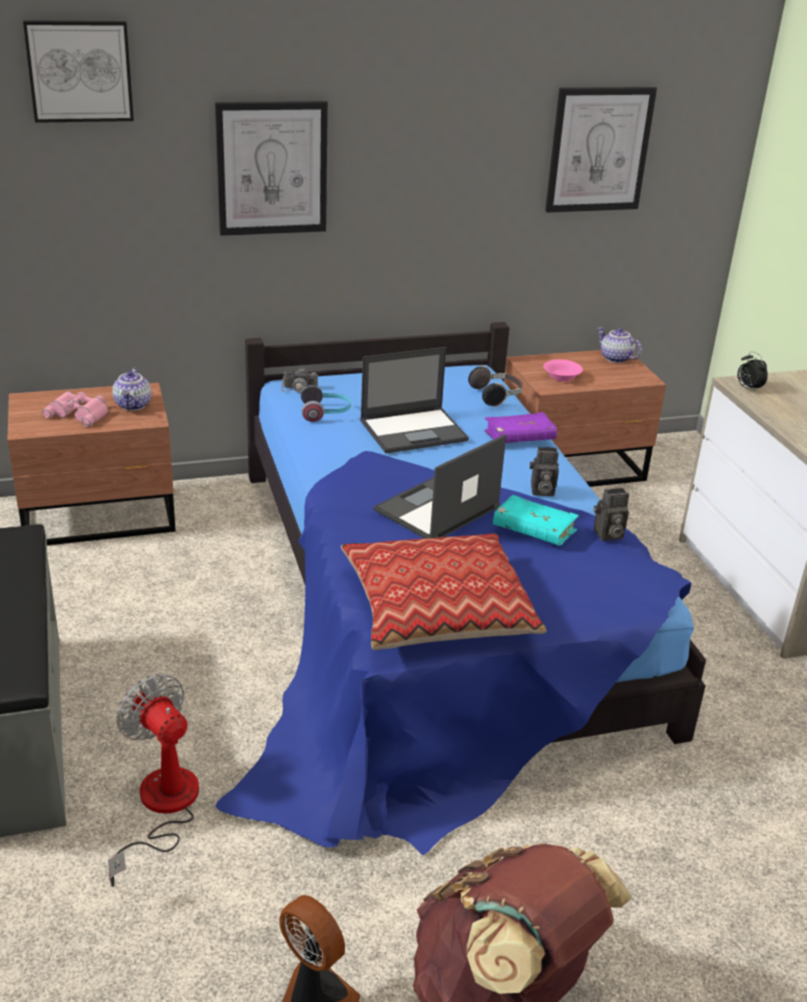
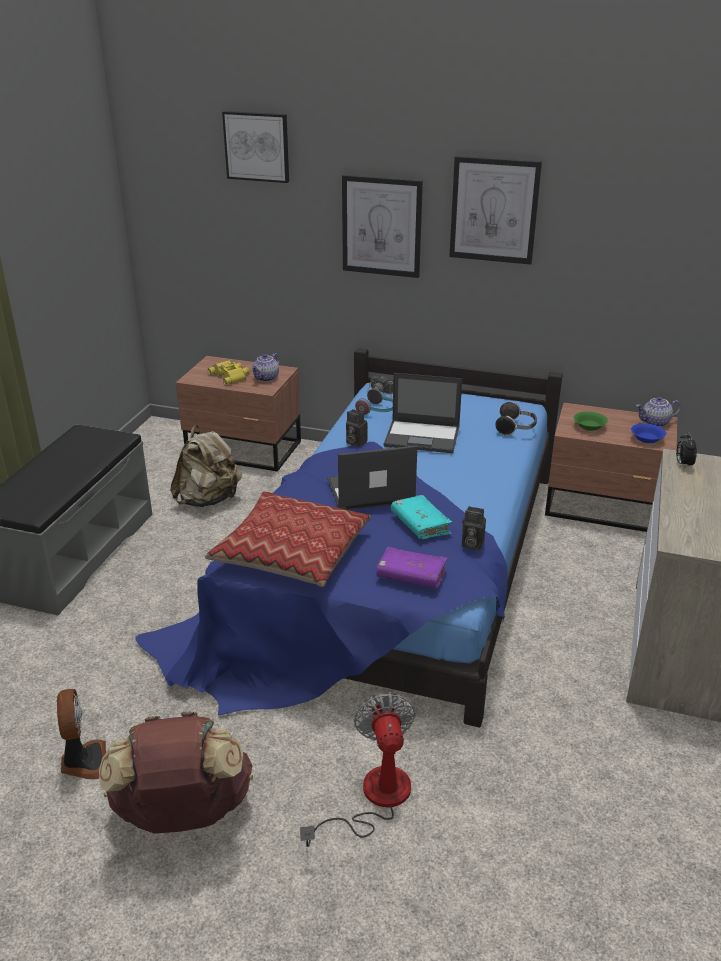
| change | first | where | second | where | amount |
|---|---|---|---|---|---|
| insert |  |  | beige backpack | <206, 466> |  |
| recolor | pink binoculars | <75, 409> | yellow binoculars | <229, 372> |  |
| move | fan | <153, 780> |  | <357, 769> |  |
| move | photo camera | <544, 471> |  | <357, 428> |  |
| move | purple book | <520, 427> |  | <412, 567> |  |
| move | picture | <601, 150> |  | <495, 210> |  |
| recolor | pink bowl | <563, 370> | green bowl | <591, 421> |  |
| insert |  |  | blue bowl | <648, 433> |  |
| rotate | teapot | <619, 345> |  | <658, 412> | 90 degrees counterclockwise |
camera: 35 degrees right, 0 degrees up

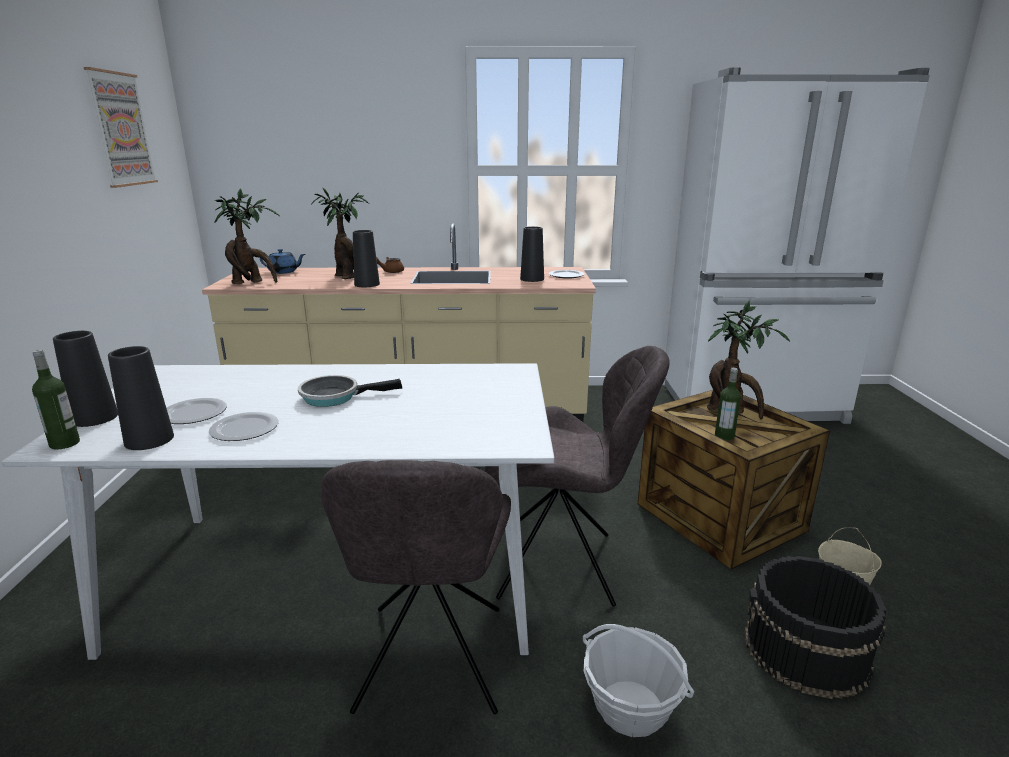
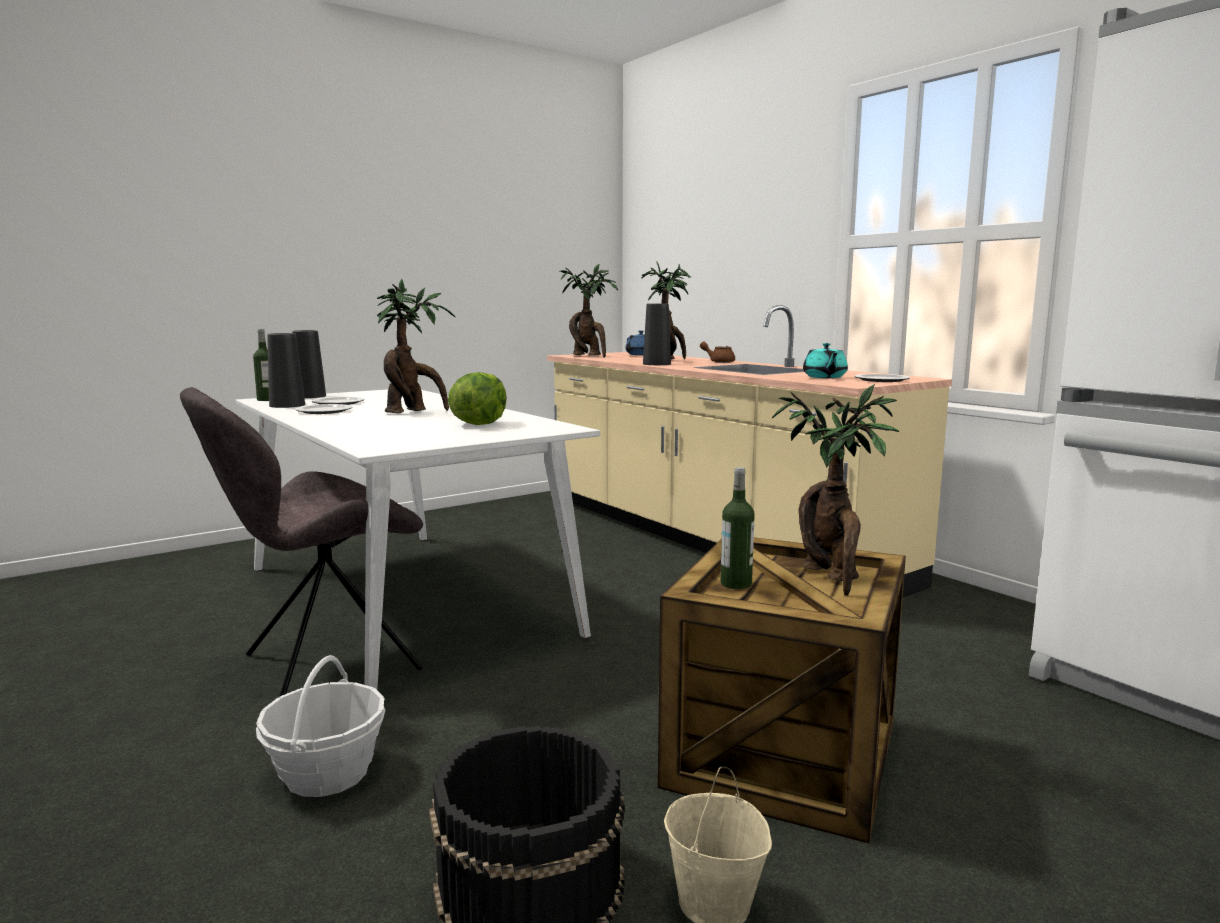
| change | first | where | second | where | amount |
|---|---|---|---|---|---|
| replace | frying pan | <350, 391> | potted plant | <416, 346> |  |
| insert |  |  | lettuce | <477, 398> |  |
| replace | black vase | <532, 254> | turquoise teapot | <825, 360> |  |
| delete | picture | <121, 127> |  |  |  |
| delete | grey chair | <577, 476> |  |  |  |
camera: 55 degrees right, 10 degrees down

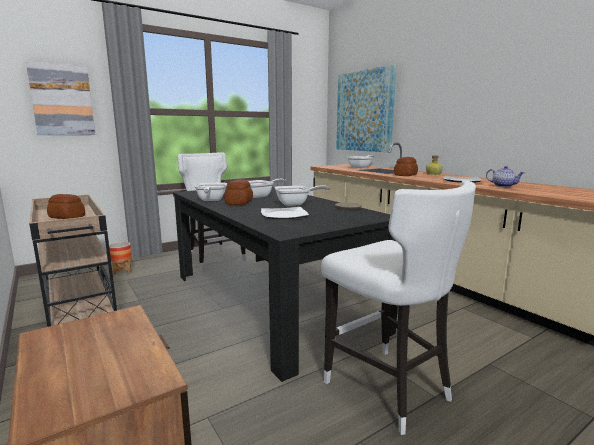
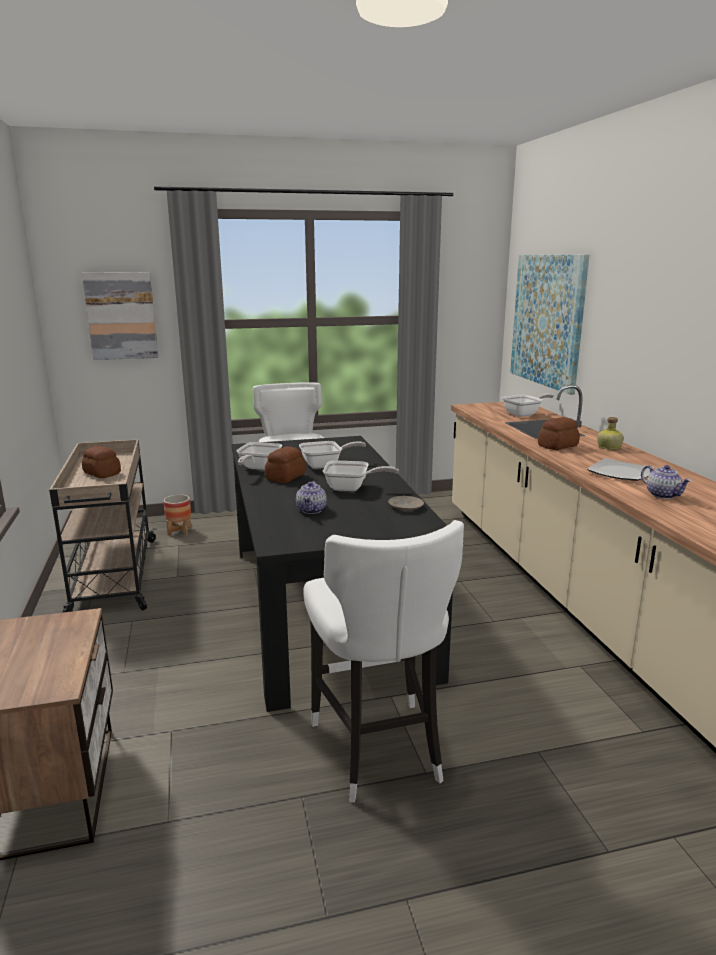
| change | first | where | second | where | amount |
|---|---|---|---|---|---|
| replace | plate | <285, 213> | teapot | <311, 497> |  |
camera: 20 degrees right, 5 degrees up

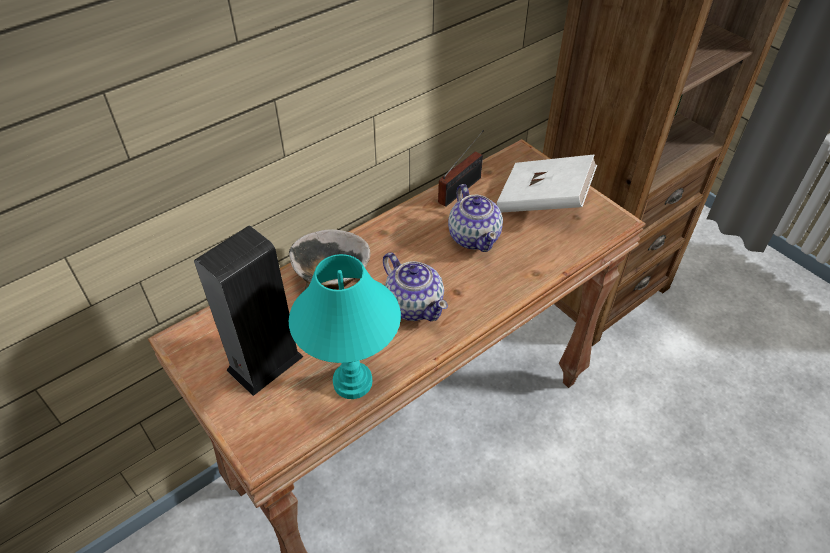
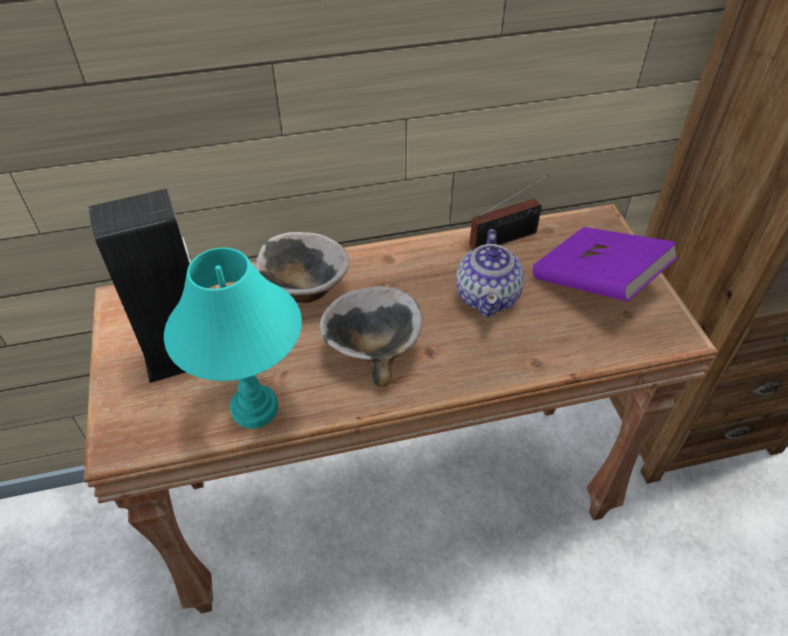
| change | first | where | second | where | amount |
|---|---|---|---|---|---|
| replace | teapot | <415, 286> | bowl | <371, 336> |  |
| recolor | white book | <547, 183> | purple book | <605, 264> |  |
camera: 25 degrees right, 0 degrees up

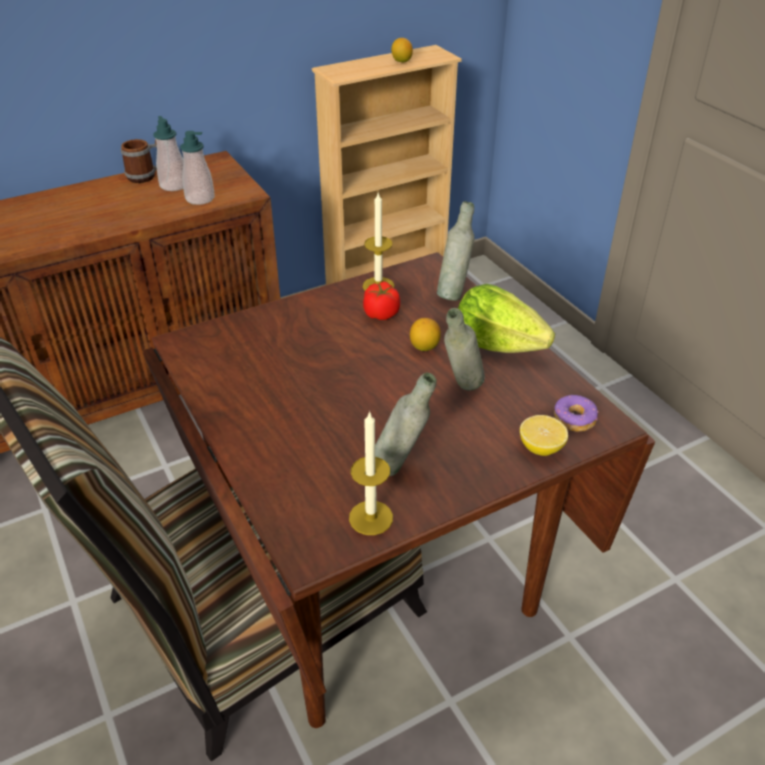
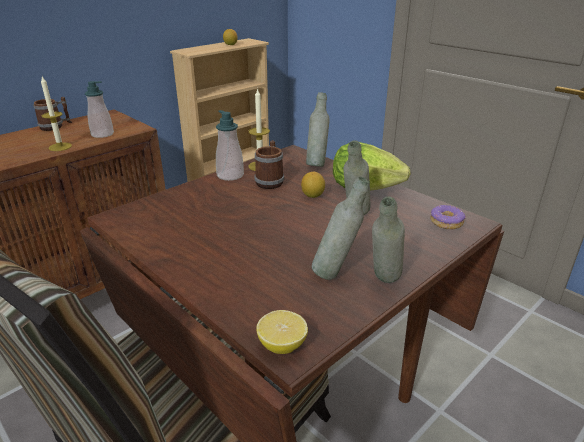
| change | first | where | second | where | amount |
|---|---|---|---|---|---|
| move | candle | <371, 473> |  | <56, 114> |  |
| move | soap dispenser | <168, 153> |  | <230, 145> |  |
| replace | tomato | <381, 300> | mug | <269, 164> |  |
| move | lemon | <544, 435> |  | <282, 332> |  |
| insert |  |  | grey bottle | <388, 240> |  |
camera: 15 degrees left, 10 degrees down

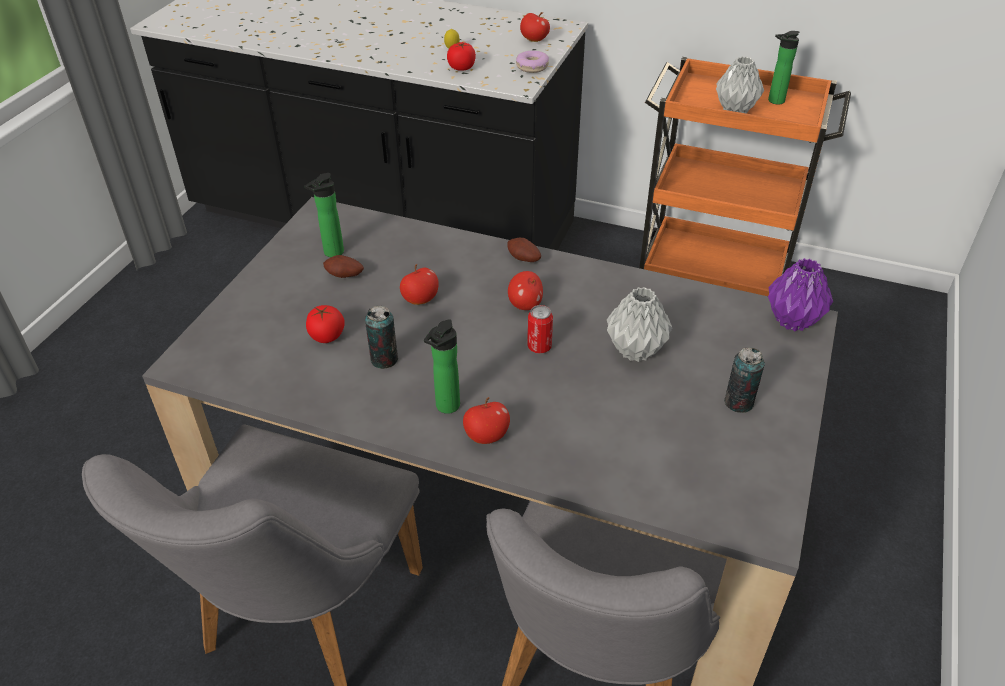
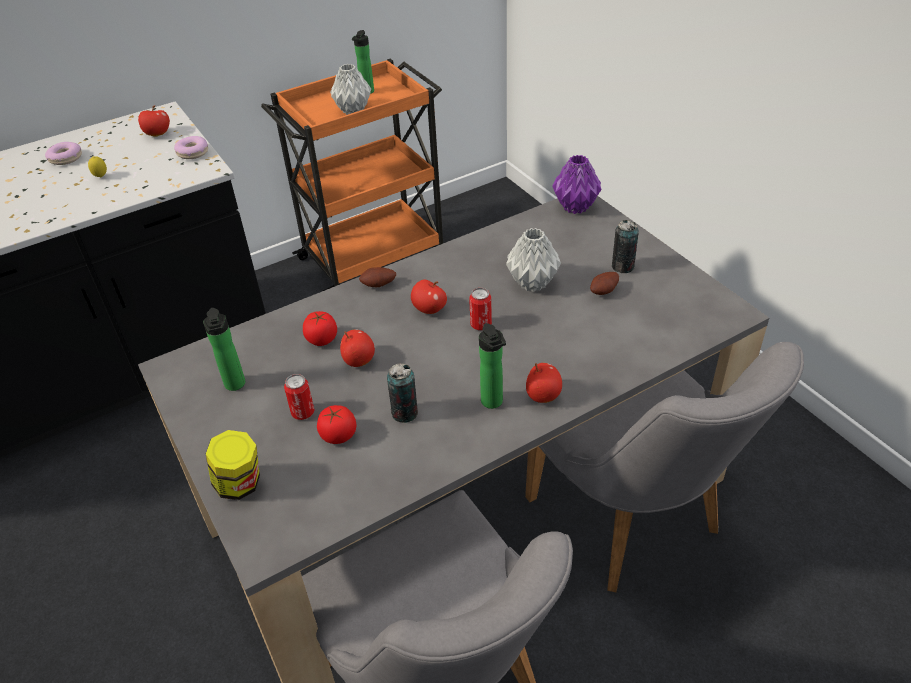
| change | first | where | second | where | amount |
|---|---|---|---|---|---|
| insert |  |  | donut | <63, 153> |  |
| insert |  |  | jar | <233, 465> |  |
| insert |  |  | can | <299, 397> |  |
| move | tomato | <461, 56> |  | <320, 328> |  |
| move | potato | <343, 266> |  | <604, 283> |  |
camera: 50 degrees left, 0 degrees up

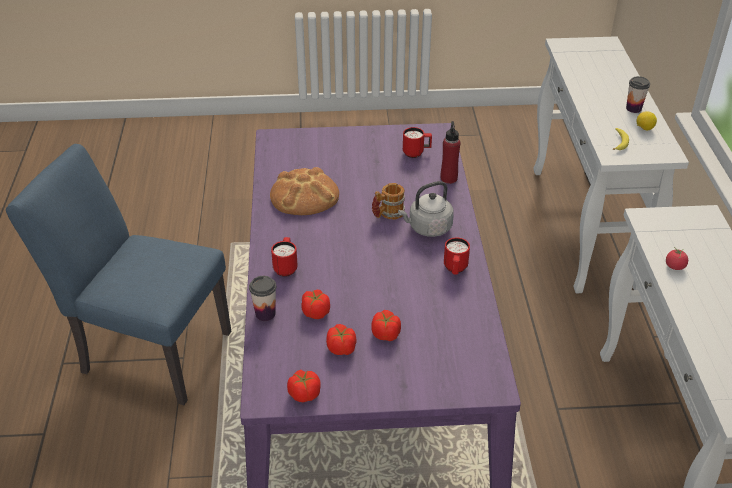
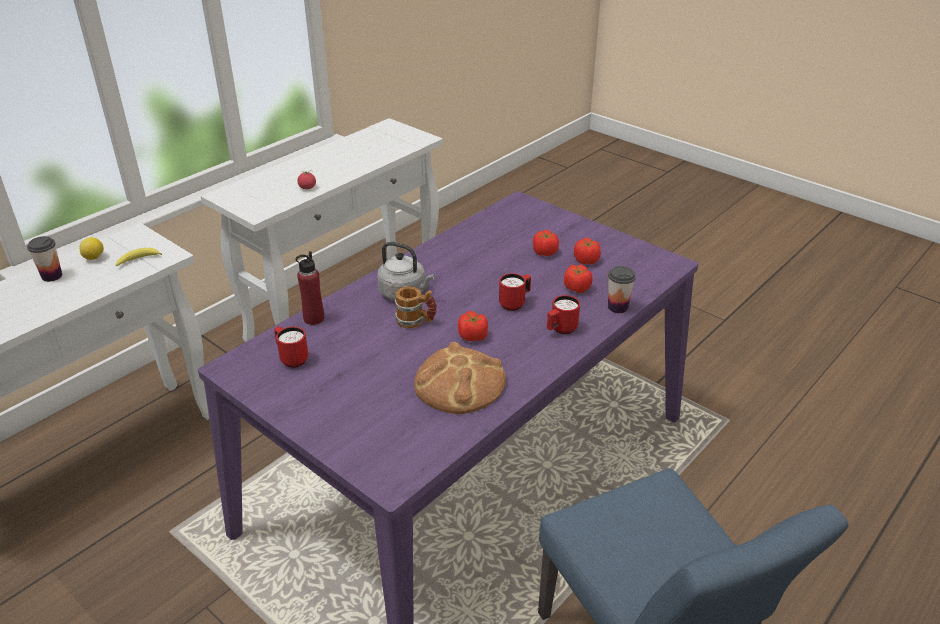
| change | first | where | second | where | amount |
|---|---|---|---|---|---|
| move | tomato | <303, 386> |  | <473, 326> |  |
| move | red mug | <457, 256> |  | <515, 292> |  |
camera: 135 degrees left, 5 degrees down

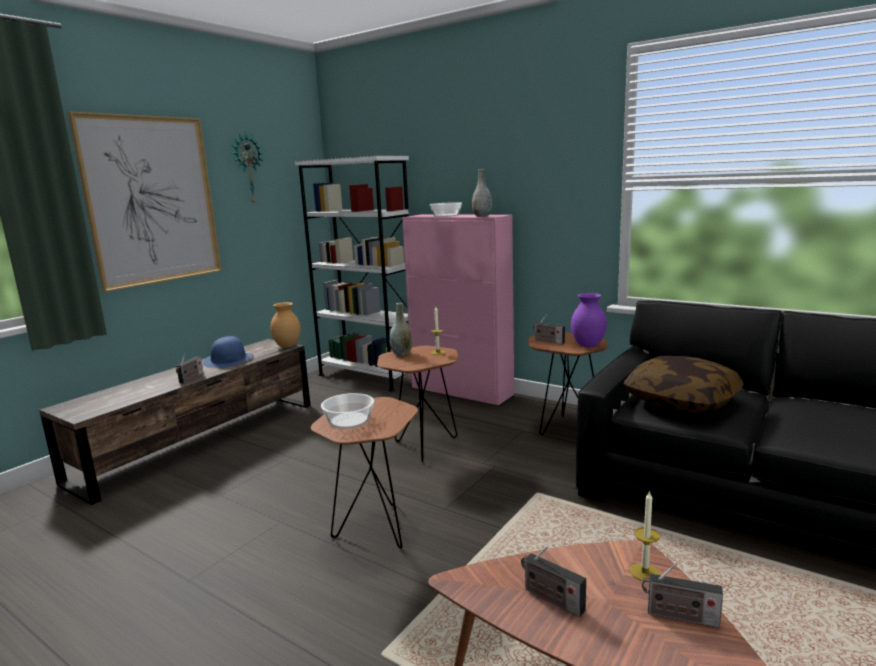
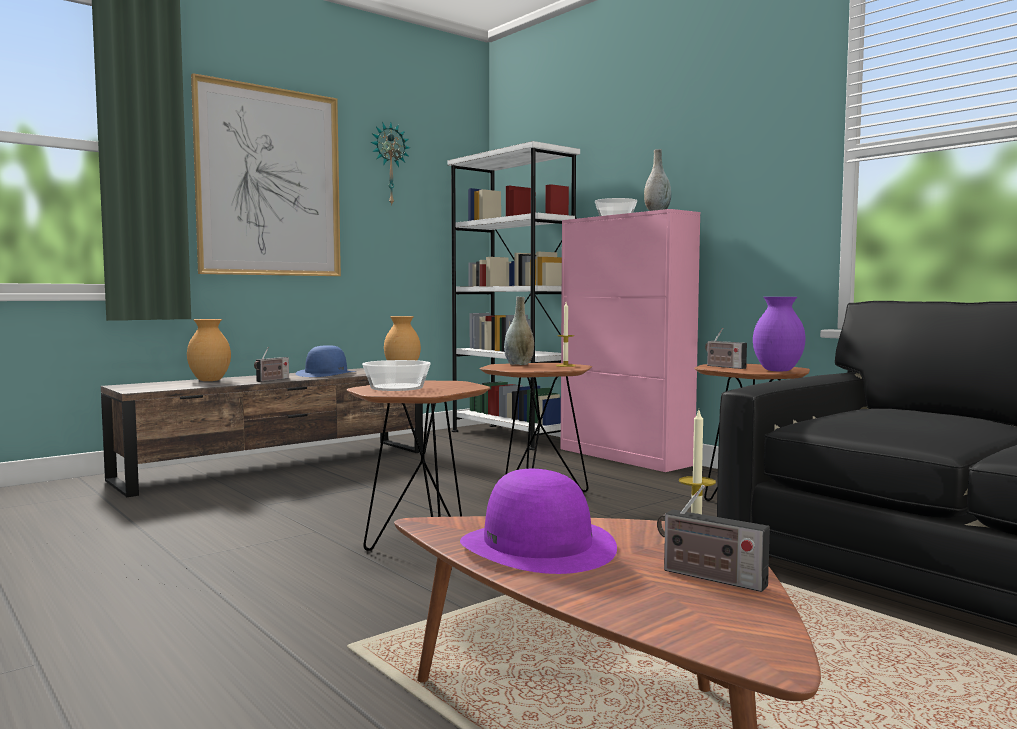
| change | first | where | second | where | amount |
|---|---|---|---|---|---|
| insert |  |  | brown vase | <209, 350> |  |
| replace | radio | <553, 581> | purple hat | <538, 521> |  |
| delete | pillow | <684, 384> |  |  |  |
camera: 15 degrees right, 10 degrees down

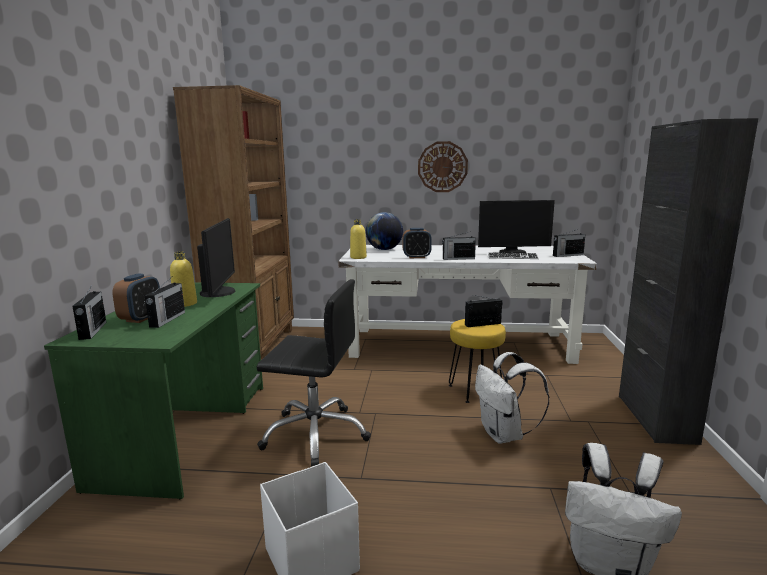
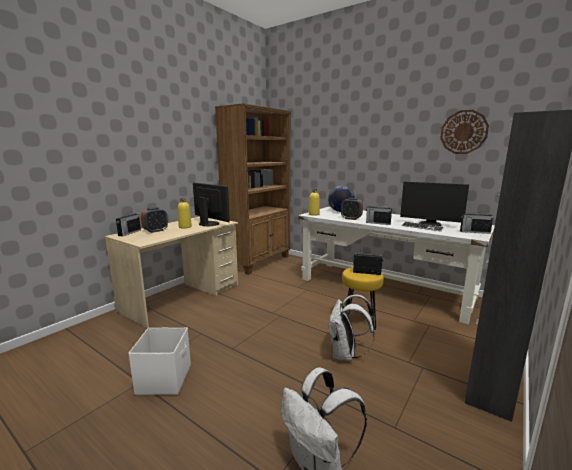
| change | first | where | second | where | amount |
|---|---|---|---|---|---|
| recolor | green desk | <153, 390> | beige desk | <171, 272> |  |
| rotate | monitor | <216, 257> |  | <211, 204> | 75 degrees counterclockwise |
| move | wall clock | <443, 166> |  | <464, 132> |  |
| delete | radio | <165, 303> |  |  |  |
| delete | black office chair | <314, 373> |  |  |  |
camera: 30 degrees right, 0 degrees up

